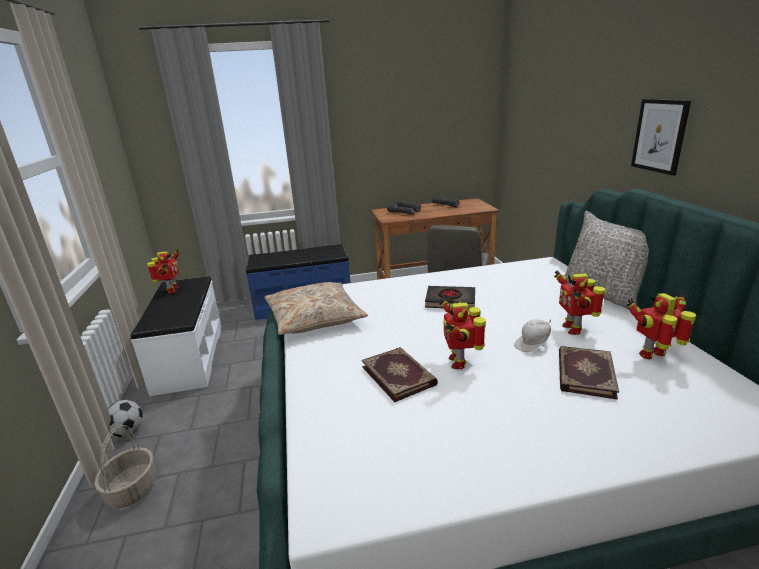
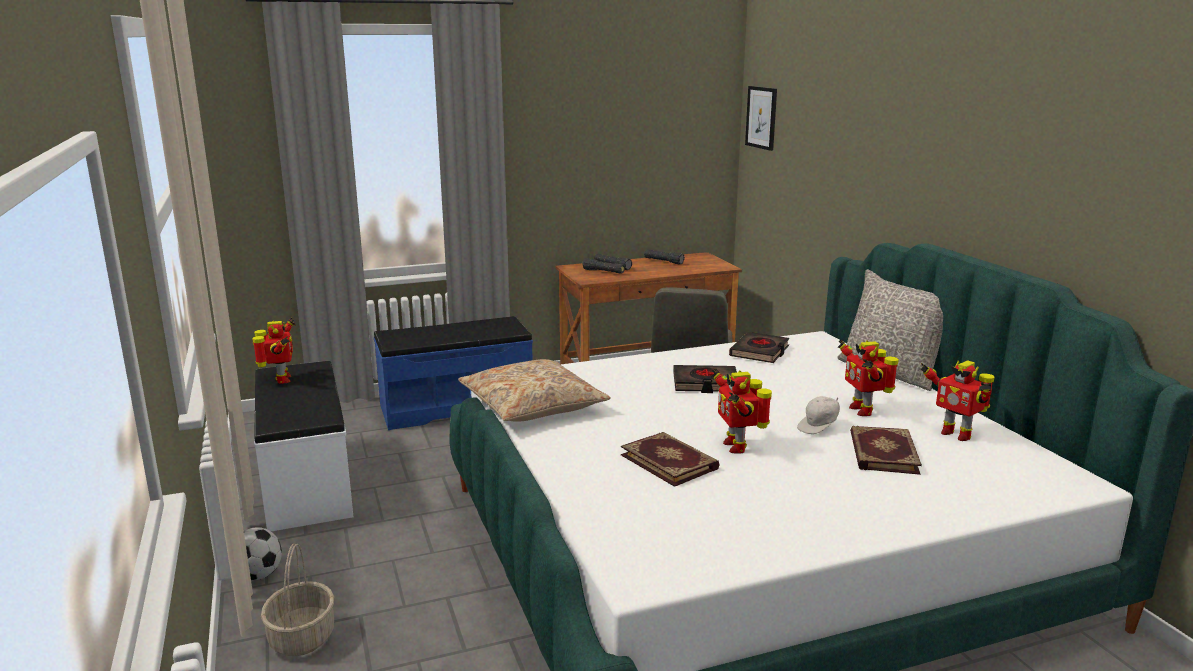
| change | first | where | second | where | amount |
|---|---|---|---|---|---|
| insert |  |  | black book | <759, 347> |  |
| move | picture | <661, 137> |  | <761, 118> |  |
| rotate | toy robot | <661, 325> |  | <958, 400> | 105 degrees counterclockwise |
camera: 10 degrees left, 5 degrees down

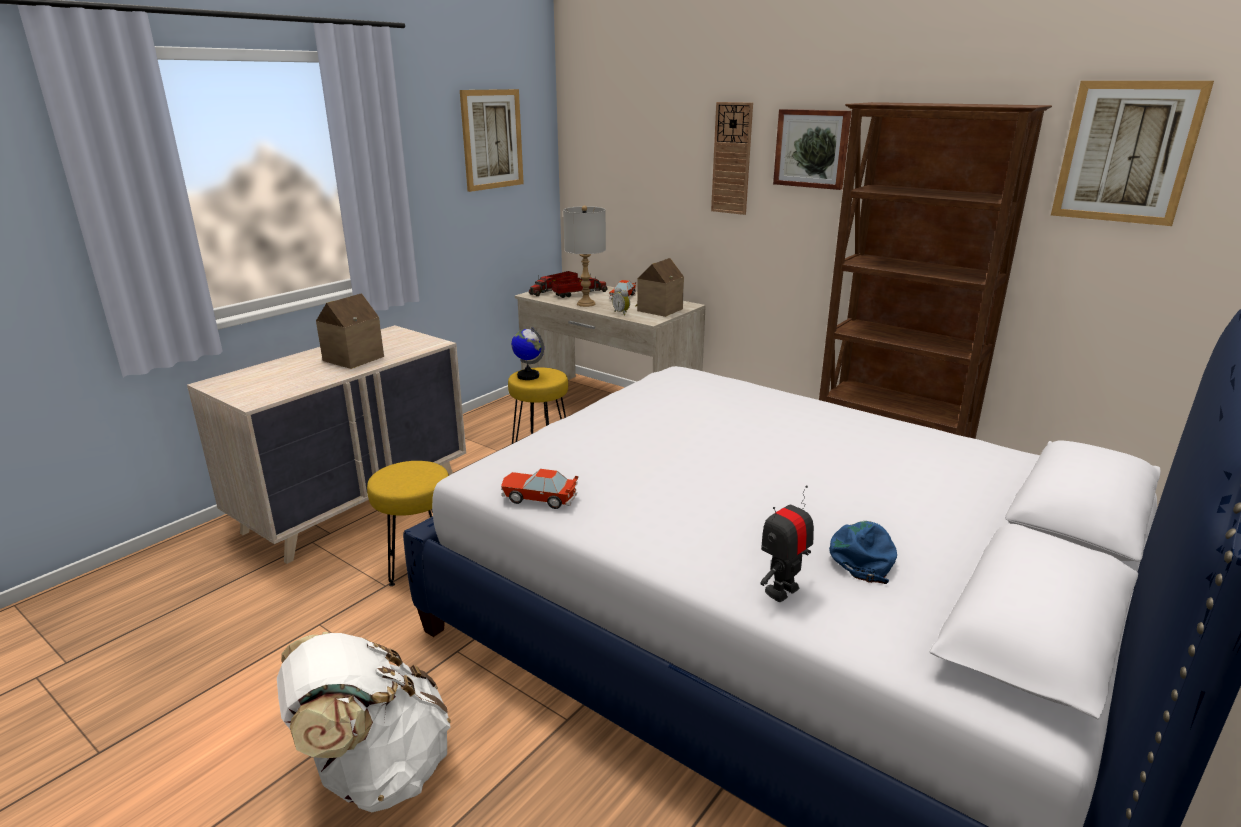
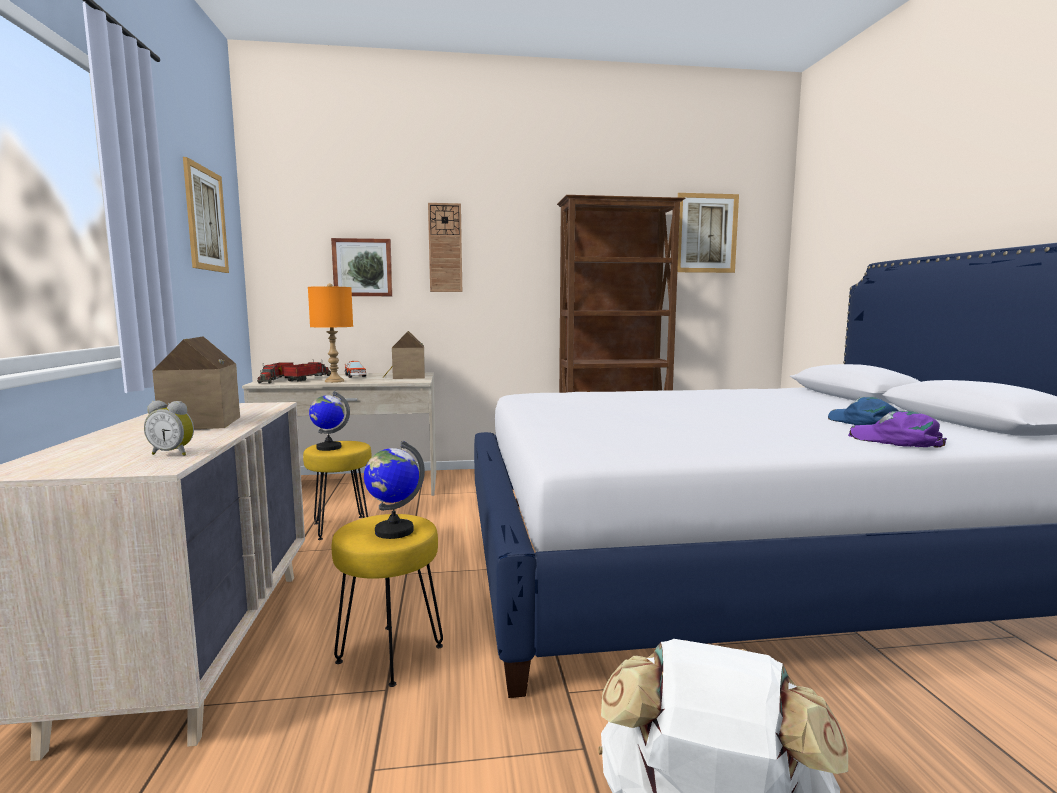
| change | first | where | second | where | amount |
|---|---|---|---|---|---|
| move | alarm clock | <621, 302> |  | <169, 428> |  |
| recolor | grey table lamp | <584, 256> | orange table lamp | <330, 333> |  |
| move | picture | <812, 149> |  | <361, 267> |  |
| insert |  |  | globe | <394, 490> |  |
| replace | toy robot | <787, 543> | purple cap | <897, 429> |  |
| delete | toy car | <540, 489> |  |  |  |
camera: 45 degrees left, 15 degrees down

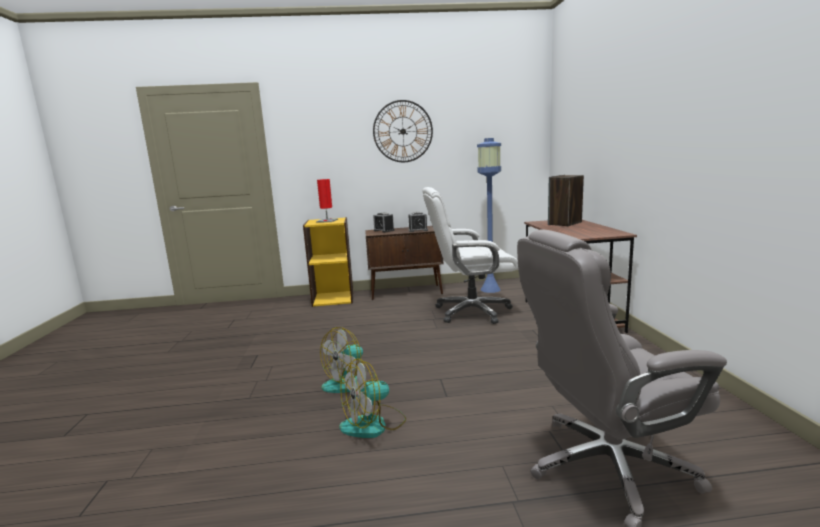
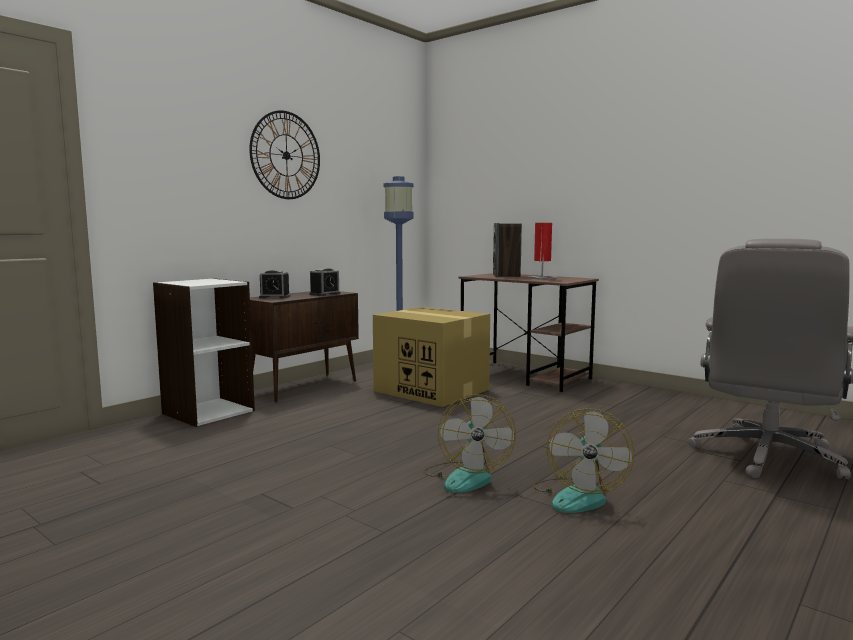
| change | first | where | second | where | amount |
|---|---|---|---|---|---|
| recolor | yellow bookcase | <328, 262> | white bookcase | <204, 352> |  |
| replace | white office chair | <470, 255> | cardboard box | <431, 357> |  |
| move | red table lamp | <327, 200> |  | <542, 251> |  |
camera: 45 degrees left, 5 degrees down

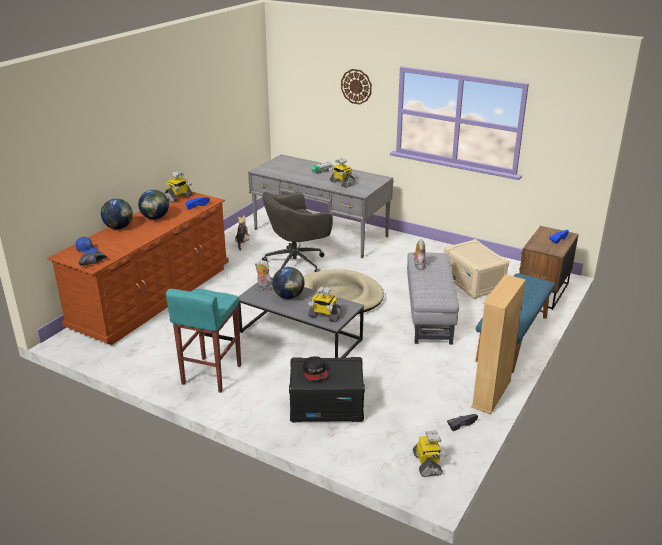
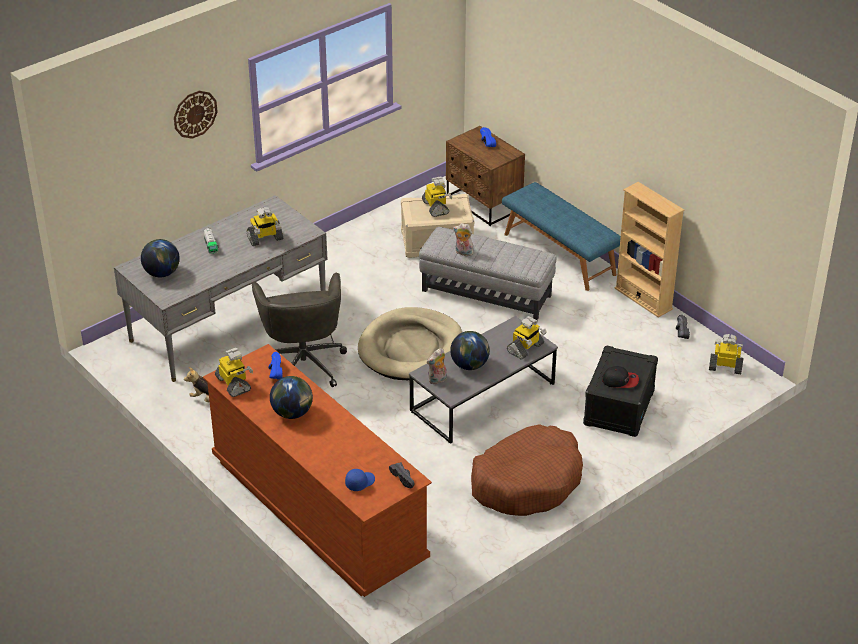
| change | first | where | second | where | amount |
|---|---|---|---|---|---|
| move | globe | <117, 214> |  | <160, 258> |  |
| insert |  |  | toy robot | <437, 197> |  |
| replace | turquoise stool | <203, 341> | brown dog bed | <527, 470> |  |
camera: 70 degrees left, 10 degrees up

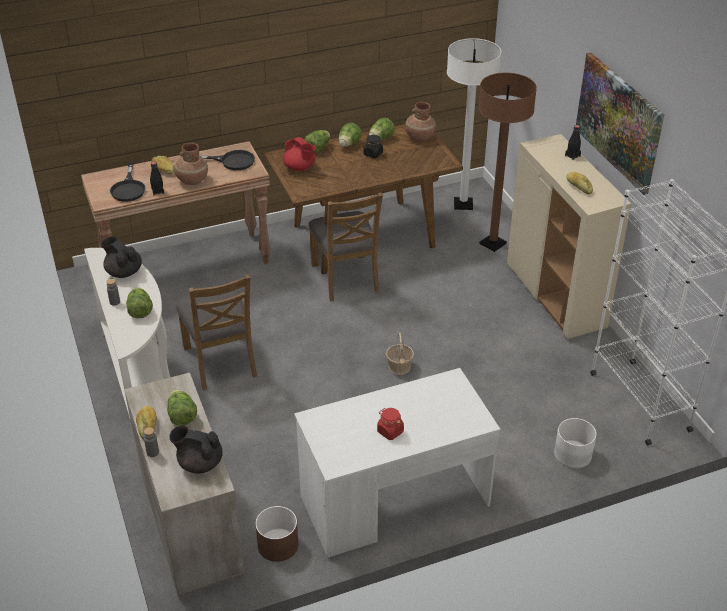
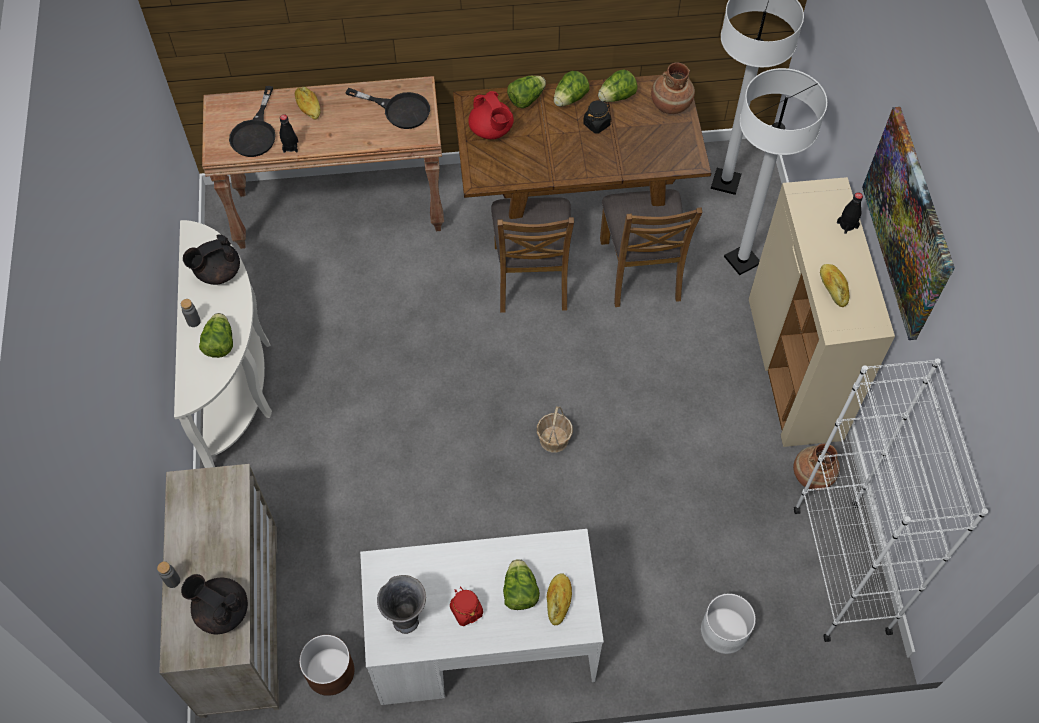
| change | first | where | second | where | amount |
|---|---|---|---|---|---|
| rotate | black teapot | <121, 257> |  | <211, 259> | 90 degrees counterclockwise |
| insert |  |  | grey vase | <401, 604> |  |
| move | lettuce | <182, 408> |  | <521, 584> |  |
| move | bread | <146, 423> |  | <559, 599> |  |
| move | brown chair | <216, 332> |  | <651, 248> |  |
| recolor | brown floor lamp | <507, 162> | white floor lamp | <775, 171> |  |
| move | brown vase | <191, 164> |  | <816, 466> |  |
camera: 15 degrees right, 20 degrees up

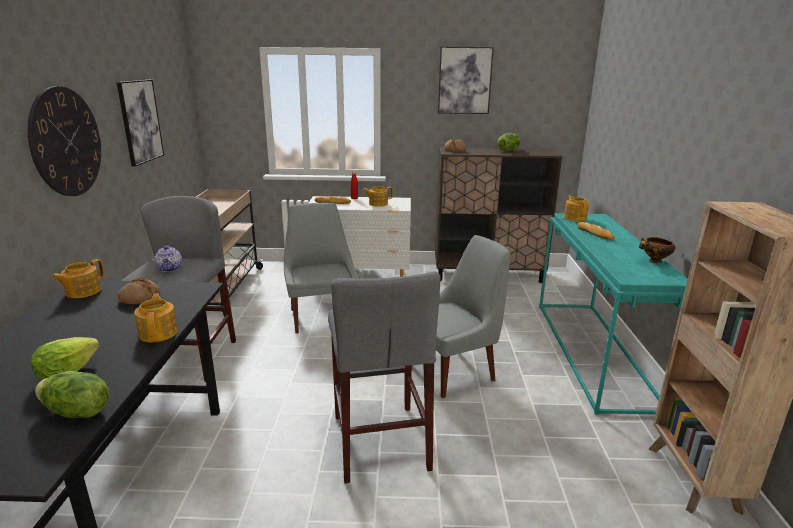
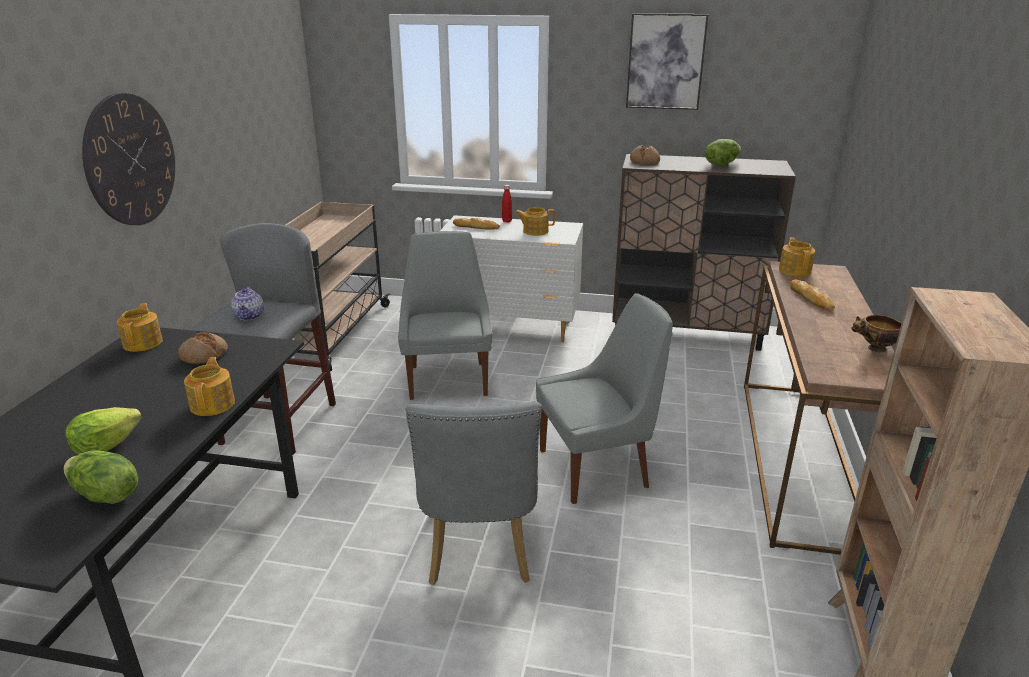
| change | first | where | second | where | amount |
|---|---|---|---|---|---|
| rotate | teapot | <78, 278> |  | <140, 327> | 135 degrees clockwise |
| replace | grey stool | <384, 377> | grey chair | <474, 493> |  |
| recolor | turquoise console table | <613, 314> | brown console table | <819, 408> |  |
| delete | picture | <140, 123> |  |  |  |
camera: 10 degrees right, 5 degrees up

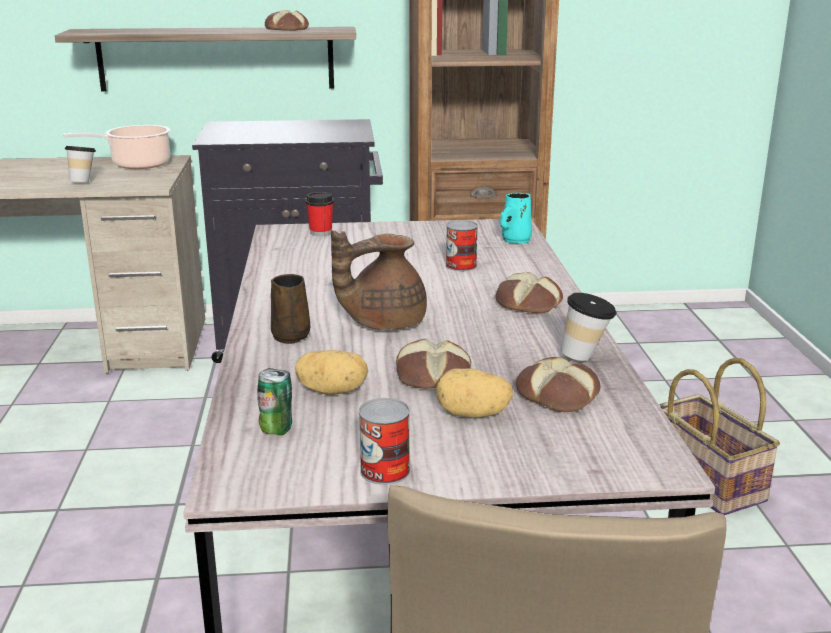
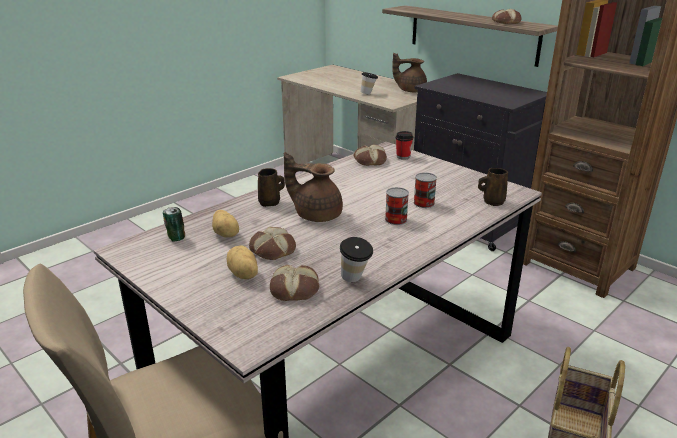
| change | first | where | second | where | amount |
|---|---|---|---|---|---|
| move | bread | <529, 292> |  | <370, 155> |  |
| move | can | <384, 441> |  | <397, 206> |  |
| replace | cooking pot | <117, 147> | brown teapot | <409, 72> |  |
| recolor | turquoise mug | <516, 218> | brown mug | <493, 187> |  |
camera: 50 degrees right, 5 degrees up

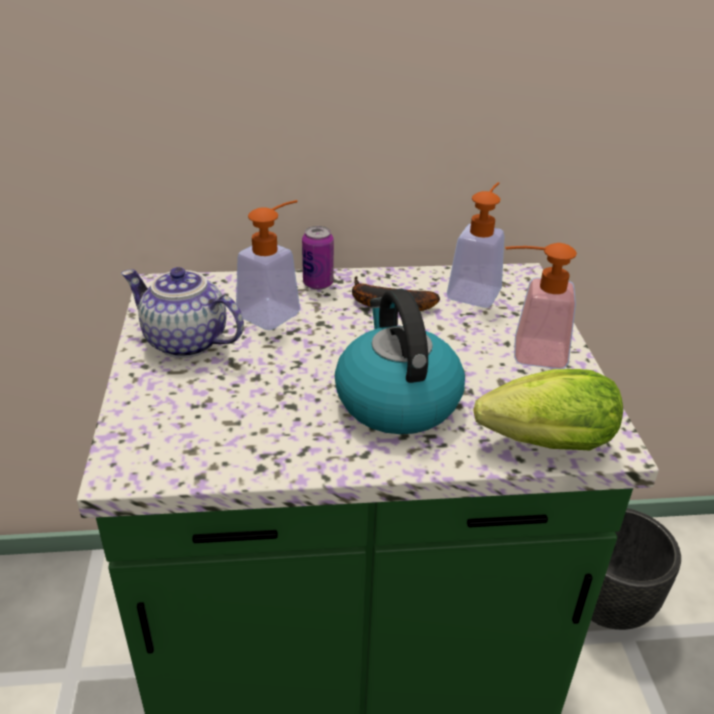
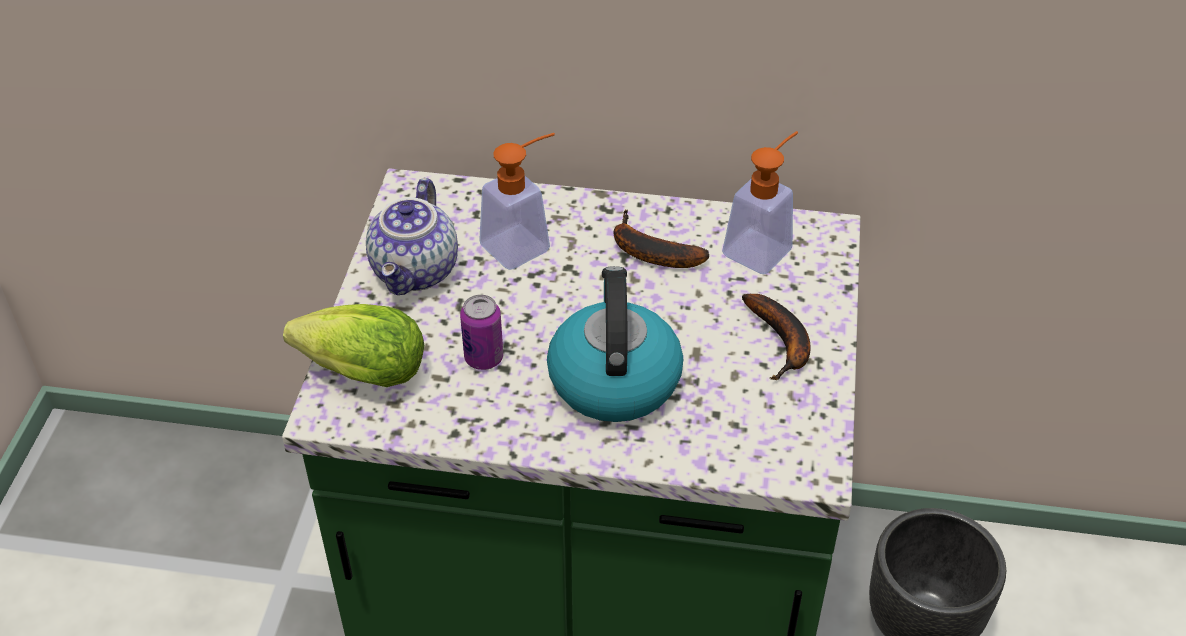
| change | first | where | second | where | amount |
|---|---|---|---|---|---|
| move | lettuce | <548, 410> |  | <353, 345> |  |
| rotate | teapot | <182, 312> |  | <412, 236> | 120 degrees counterclockwise |
| move | can | <318, 258> |  | <481, 332> |  |
| replace | soap dispenser | <541, 306> | banana | <776, 337> |  |
camera: 15 degrees right, 10 degrees up

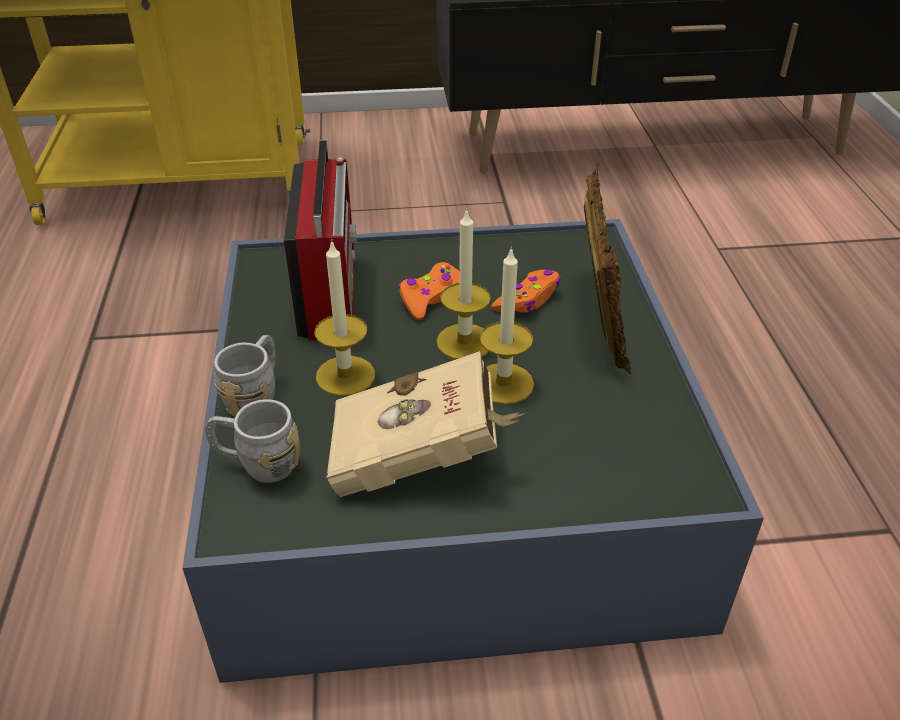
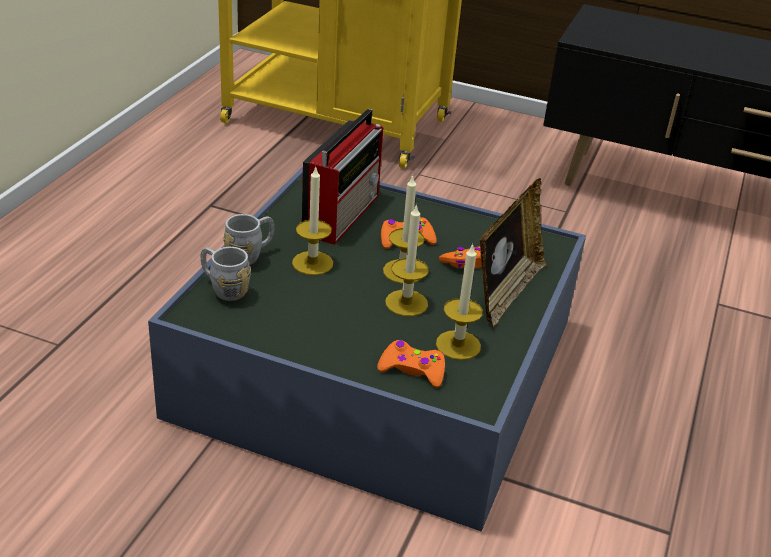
| change | first | where | second | where | amount |
|---|---|---|---|---|---|
| insert |  |  | orange game controller | <411, 364> |  |
| insert |  |  | candle | <459, 301> |  |
| delete | beige book | <426, 424> |  |  |  |
camera: 25 degrees right, 5 degrees down

